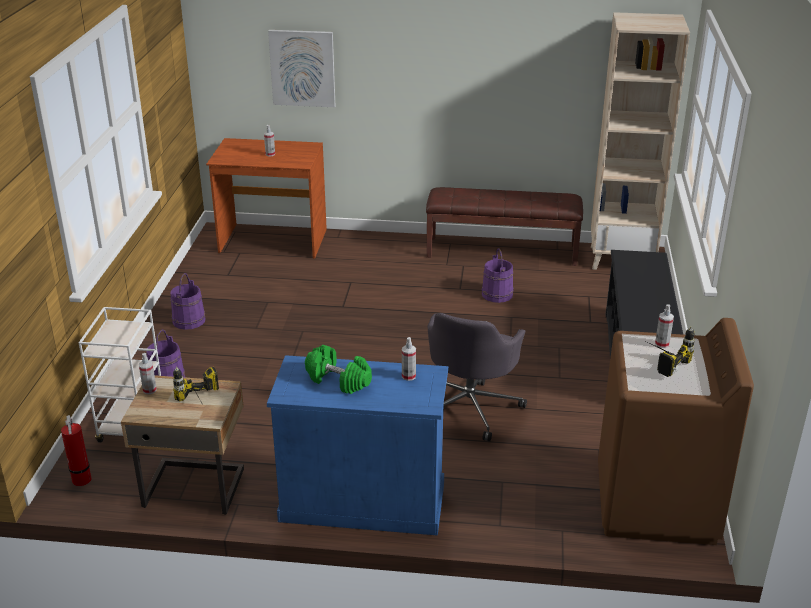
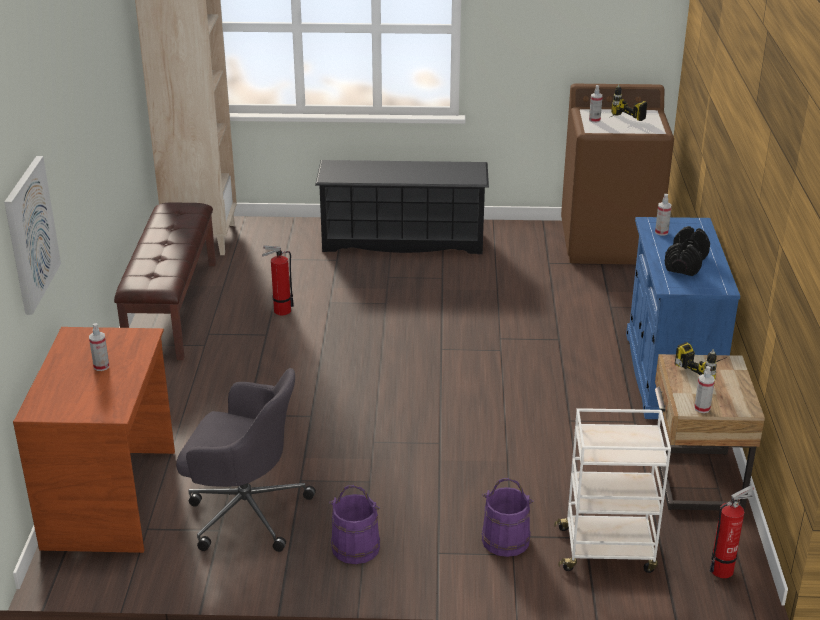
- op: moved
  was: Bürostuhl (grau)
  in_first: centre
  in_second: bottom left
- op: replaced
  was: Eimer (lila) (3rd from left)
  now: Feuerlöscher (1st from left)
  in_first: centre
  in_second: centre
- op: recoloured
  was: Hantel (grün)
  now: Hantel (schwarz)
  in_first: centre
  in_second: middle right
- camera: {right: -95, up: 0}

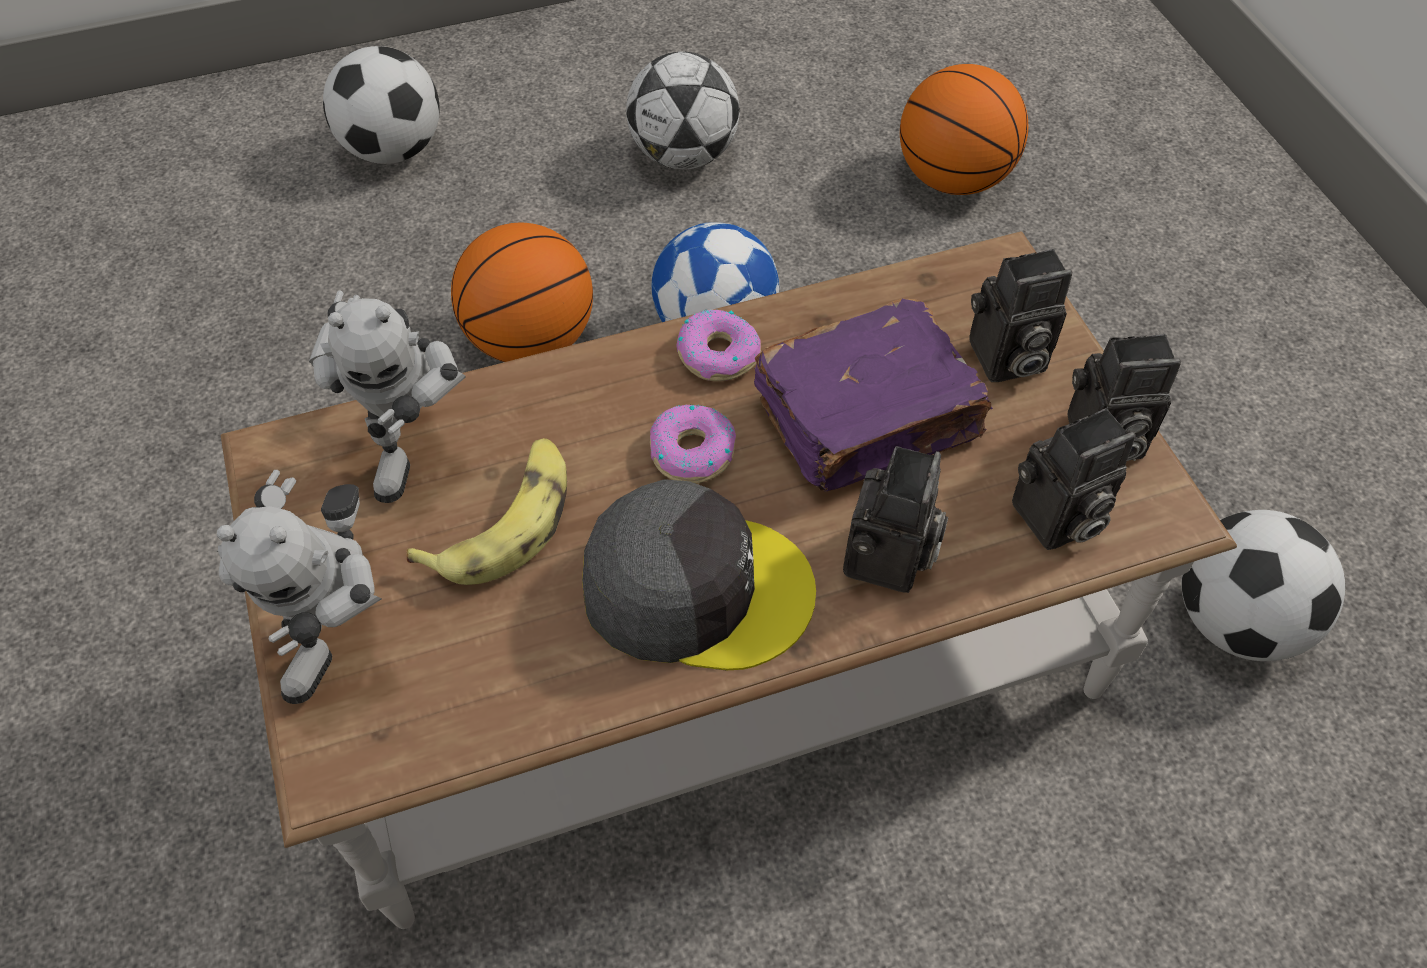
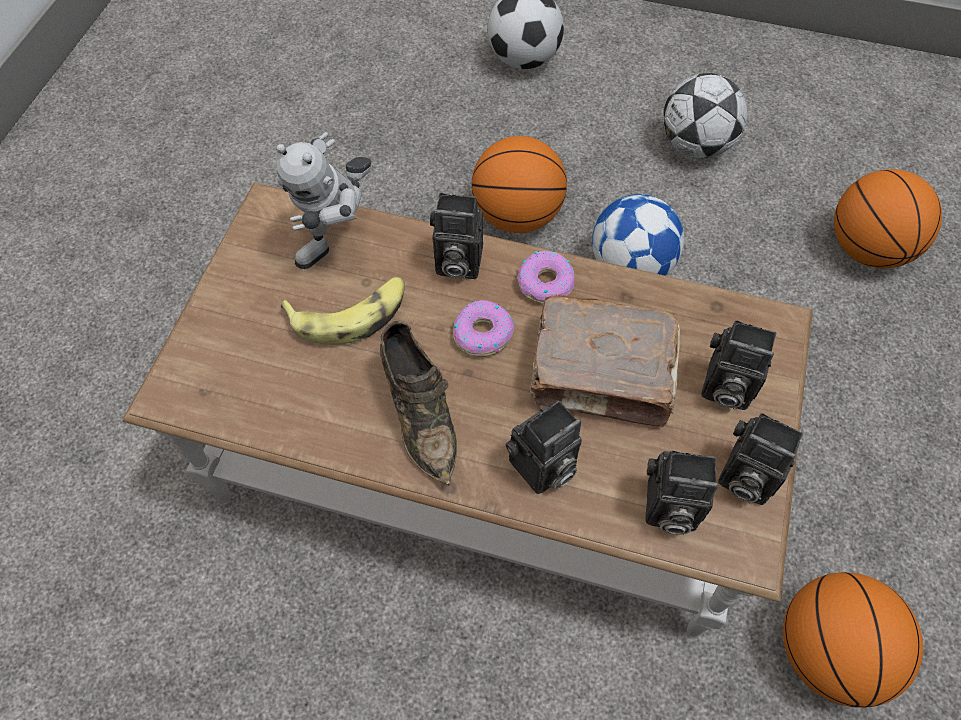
- op: replaced
  was: Kappe (grau)
  now: Schuh (braun)
  in_first: centre
  in_second: centre
- op: added
  now: Kamera (1st from left)
  in_second: top centre
- op: recoloured
  was: Buch (lila)
  now: Buch (braun)
  in_first: centre
  in_second: centre
- op: replaced
  was: Fußball (4th from left)
  now: Basketball (2nd from left)
  in_first: middle right
  in_second: bottom right
- op: removed
  was: Spielzeugroboter (1st from left)
  in_first: middle left
- camera: {right: 35, up: 5}

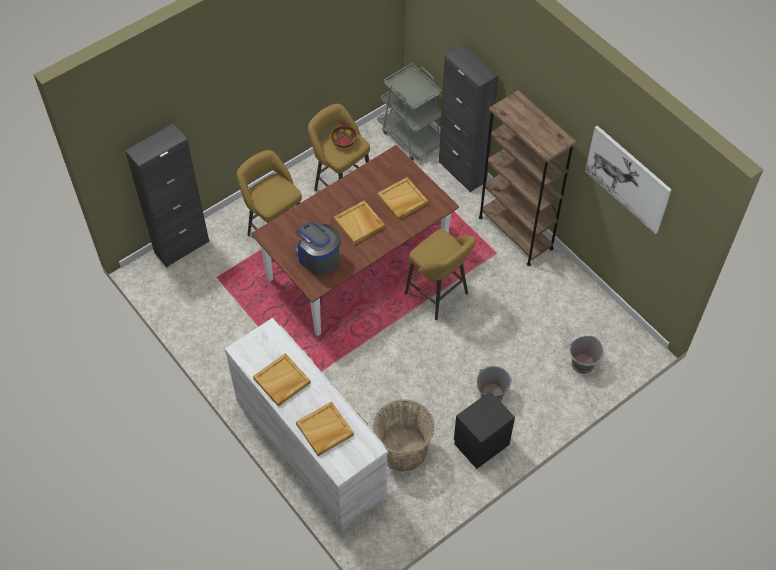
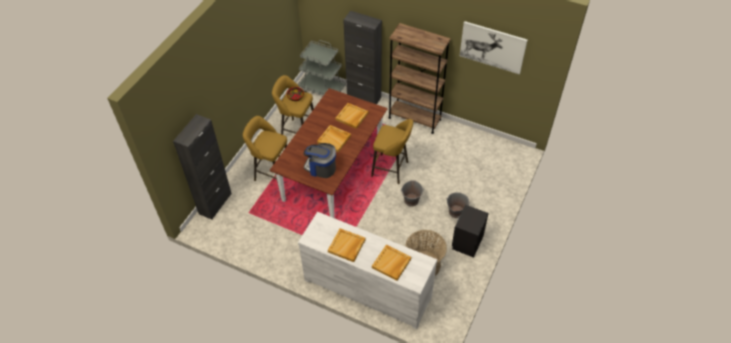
- op: moved
  was: Eimer (grau) (2nd from left in the first image)
  now: Eimer (grau) (1st from left)
  in_first: middle right
  in_second: centre
- camera: {right: -25, up: -5}

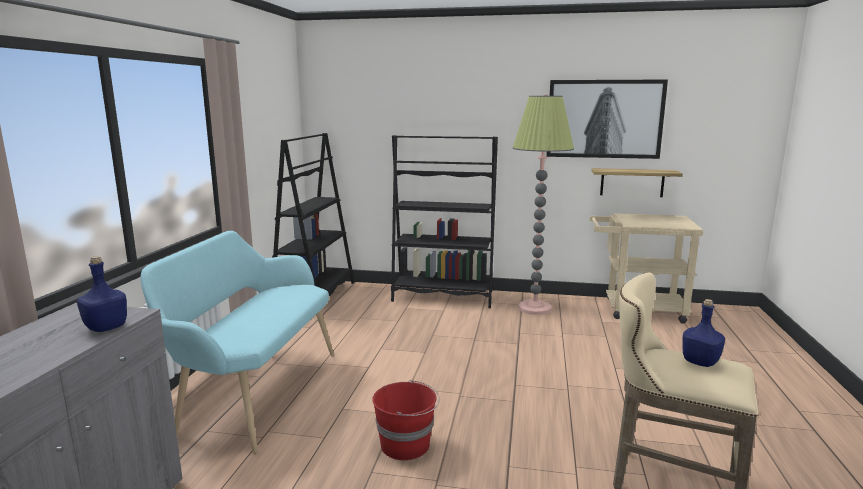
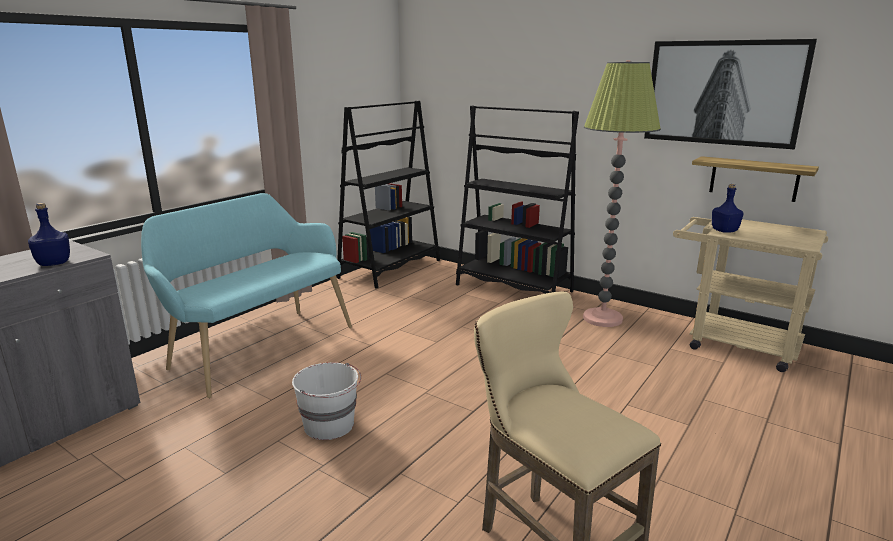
- op: recoloured
  was: Eimer (rot)
  now: Eimer (weiß)
  in_first: bottom centre
  in_second: bottom centre
- op: moved
  was: Flasche (blau) (2nd from left)
  in_first: bottom right
  in_second: middle right
- camera: {right: 25, up: 5}

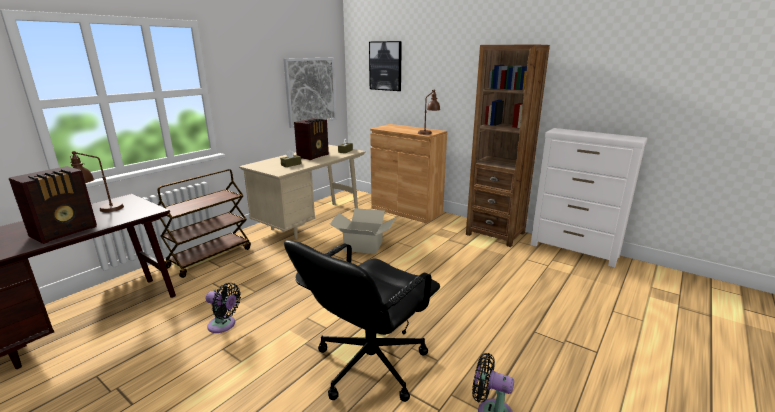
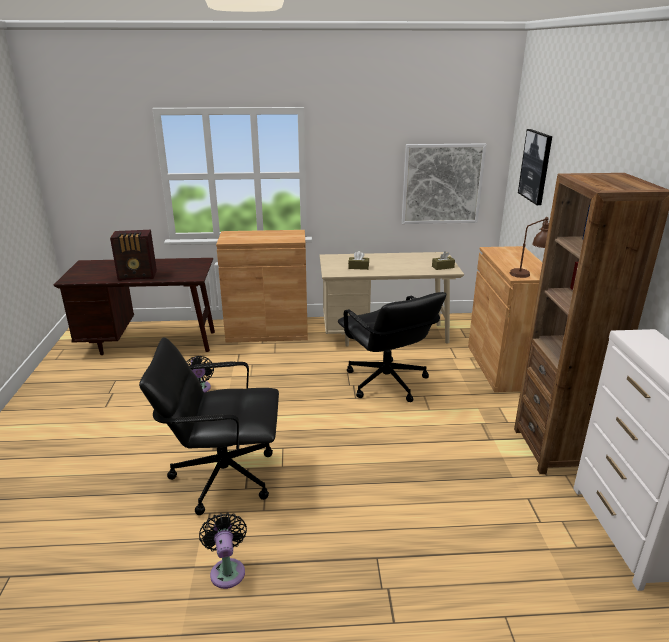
- op: replaced
  was: Rollwagen (braun)
  now: Schrank (braun) (1st from left)
  in_first: middle left
  in_second: centre
- op: replaced
  was: Karton
  now: Bürostuhl (schwarz) (2nd from left)
  in_first: centre
  in_second: centre
- op: removed
  was: Tischlampe (braun) (1st from left)
  in_first: middle left
- op: removed
  was: Radio (2nd from left)
  in_first: centre
- camera: {right: 50, up: 5}

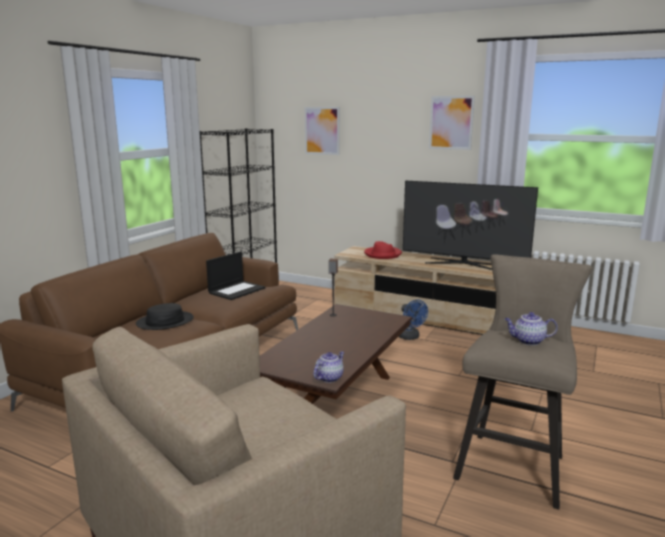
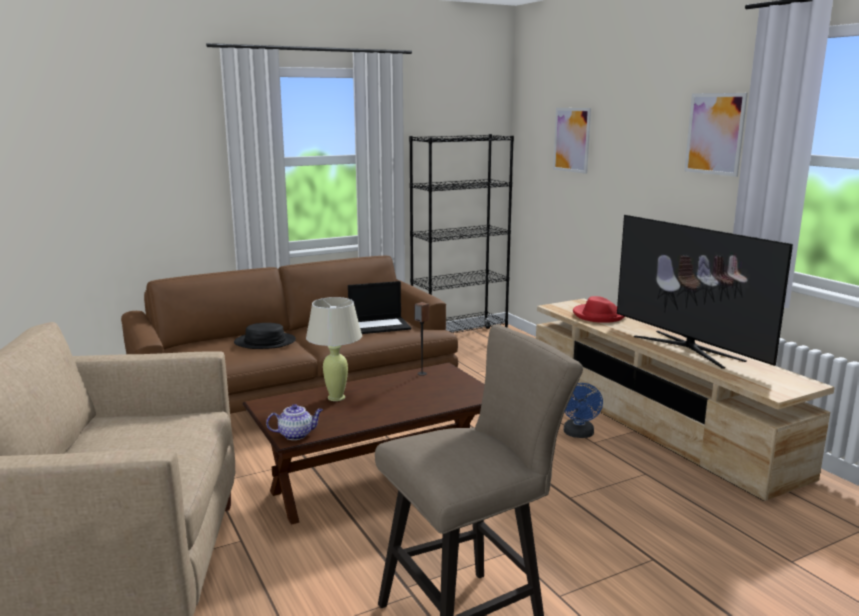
- op: added
  now: Tischlampe (beige)
  in_second: centre
- op: removed
  was: Teekanne (2nd from left)
  in_first: middle right
- camera: {right: 35, up: 0}

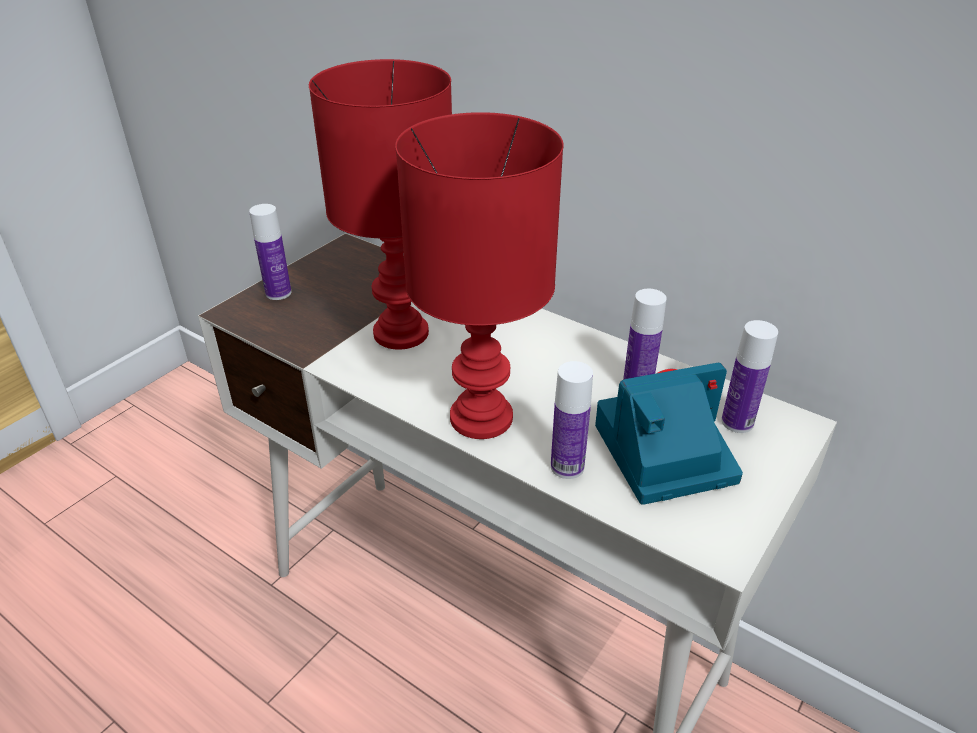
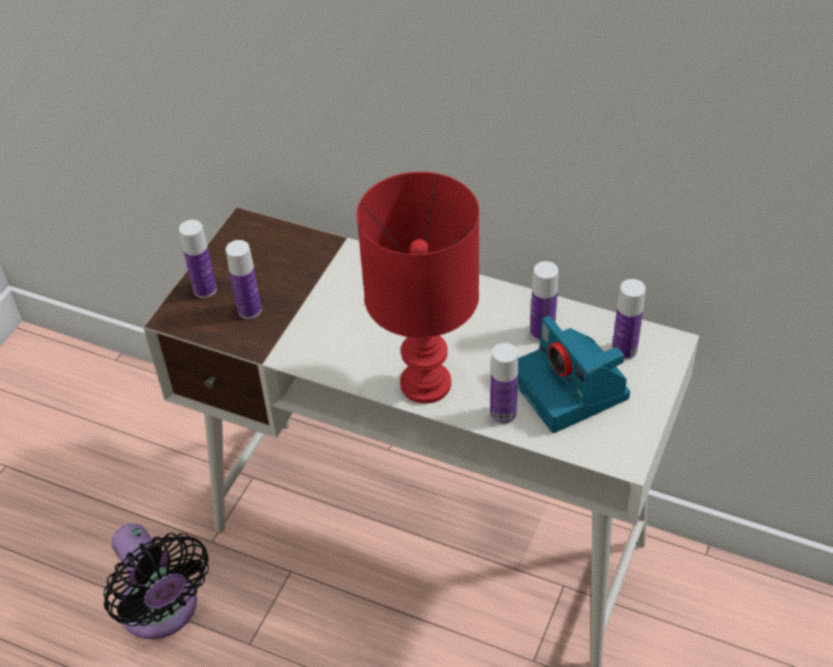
- op: added
  now: Ventilator (schwarz)
  in_second: bottom left
- op: added
  now: Flasche (2nd from left)
  in_second: middle left
- op: turned
  was: Kamera
  in_first: middle right
  in_second: middle right
  clockwise: -90
- op: removed
  was: Tischlampe (rot) (1st from left)
  in_first: top centre
- camera: {right: -10, up: 10}

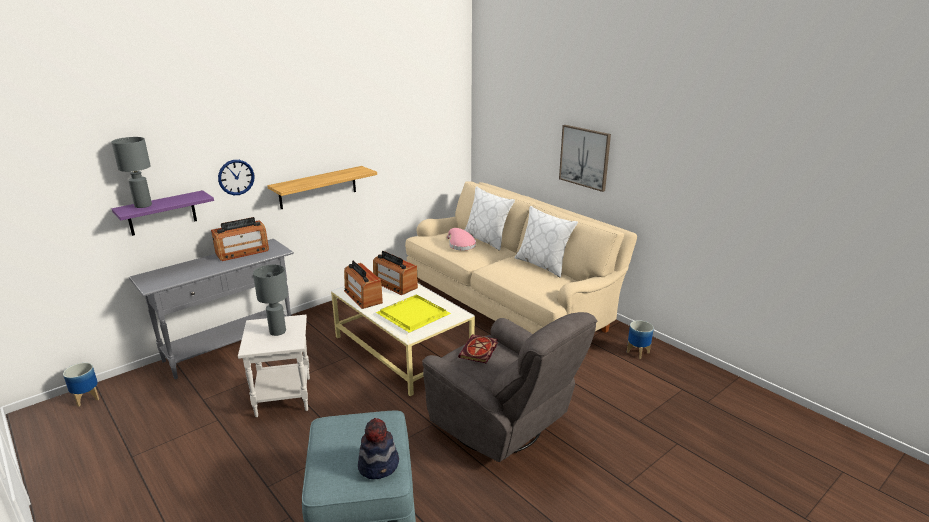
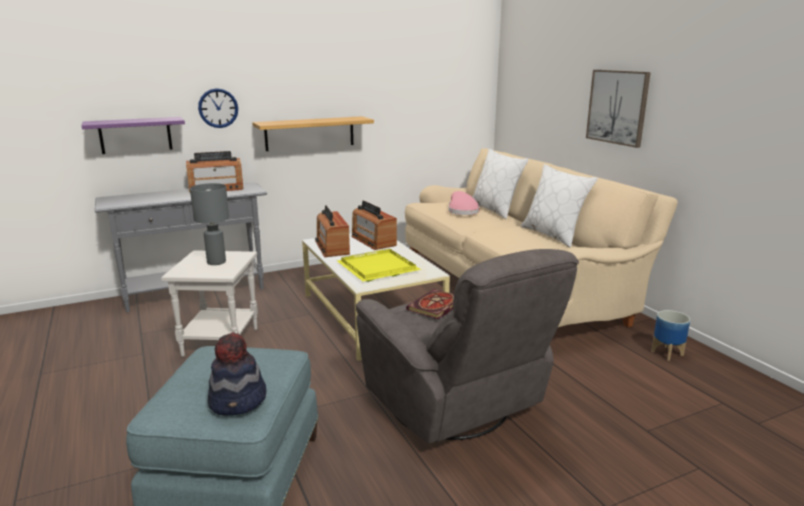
- op: removed
  was: Pflanzkübel (1st from left)
  in_first: bottom left
- op: removed
  was: Tischlampe (grau) (1st from left)
  in_first: top left
- camera: {right: 15, up: -5}

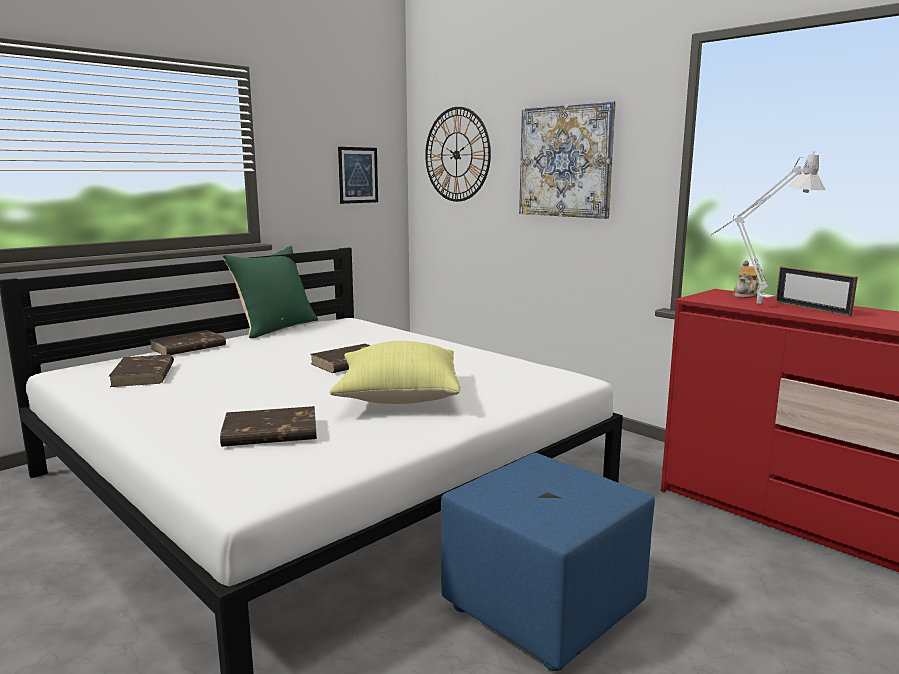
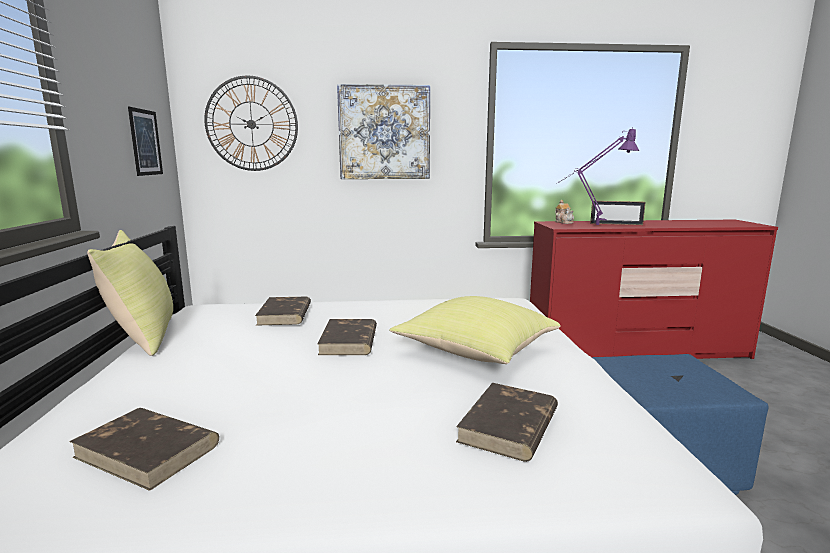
- op: recoloured
  was: Kissen (grün)
  now: Kissen (gelb) (1st from left)
  in_first: middle left
  in_second: middle left
- op: moved
  was: Buch (braun) (2nd from left)
  in_first: middle left
  in_second: centre
- op: recoloured
  was: Tischlampe (grau)
  now: Tischlampe (lila)
  in_first: middle right
  in_second: top right
- camera: {right: -50, up: 0}

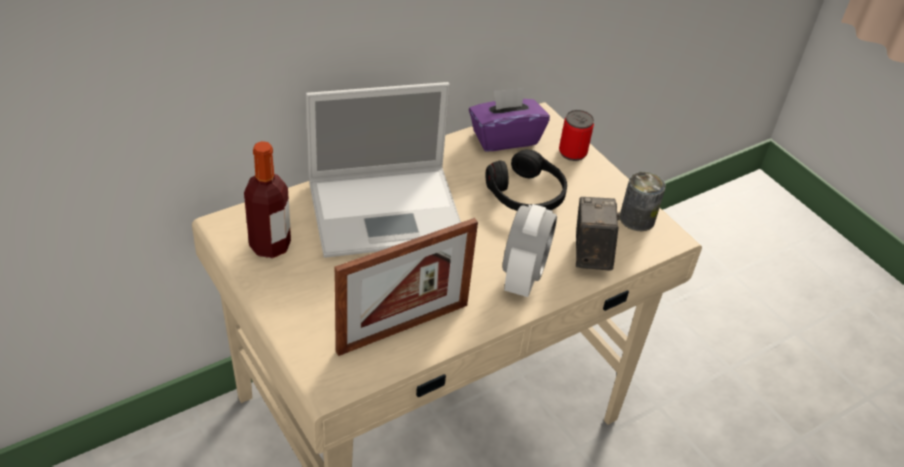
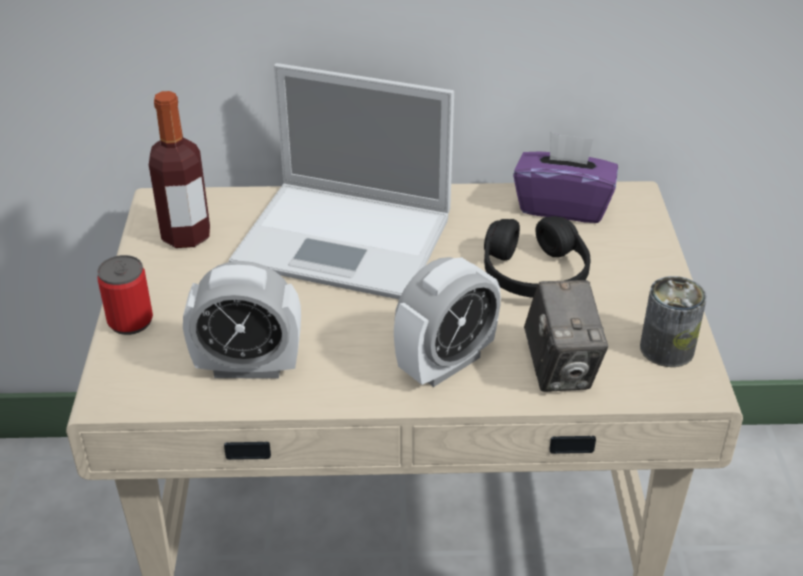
- op: moved
  was: Dose (1st from left)
  in_first: top centre
  in_second: middle left
- op: replaced
  was: Bilderrahmen
  now: Wecker (1st from left)
  in_first: centre
  in_second: middle left
- op: turned
  was: Kamera
  in_first: centre
  in_second: middle right
  clockwise: 135
- camera: {right: 35, up: -5}

